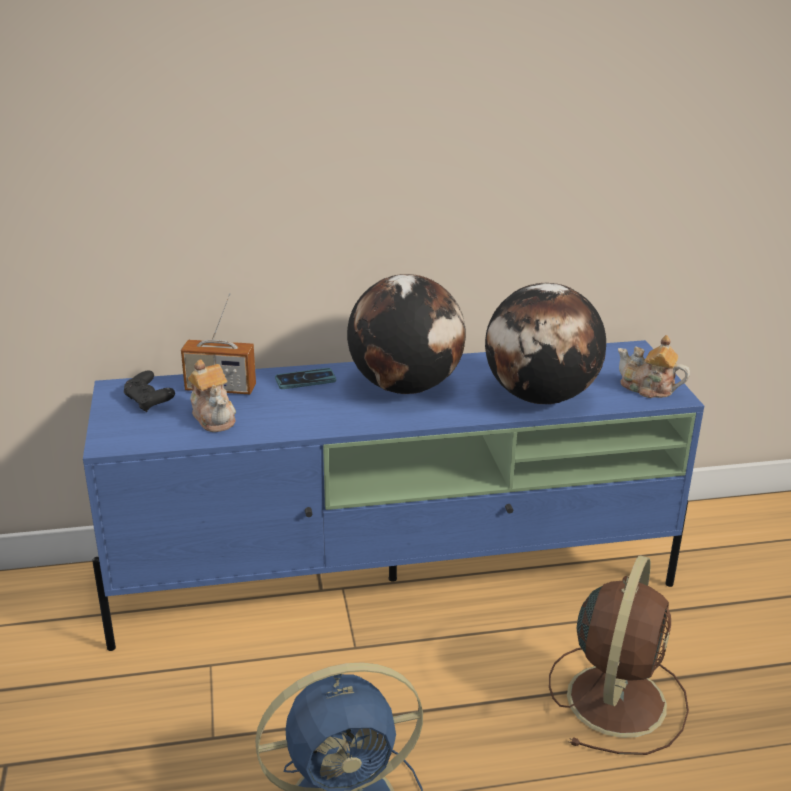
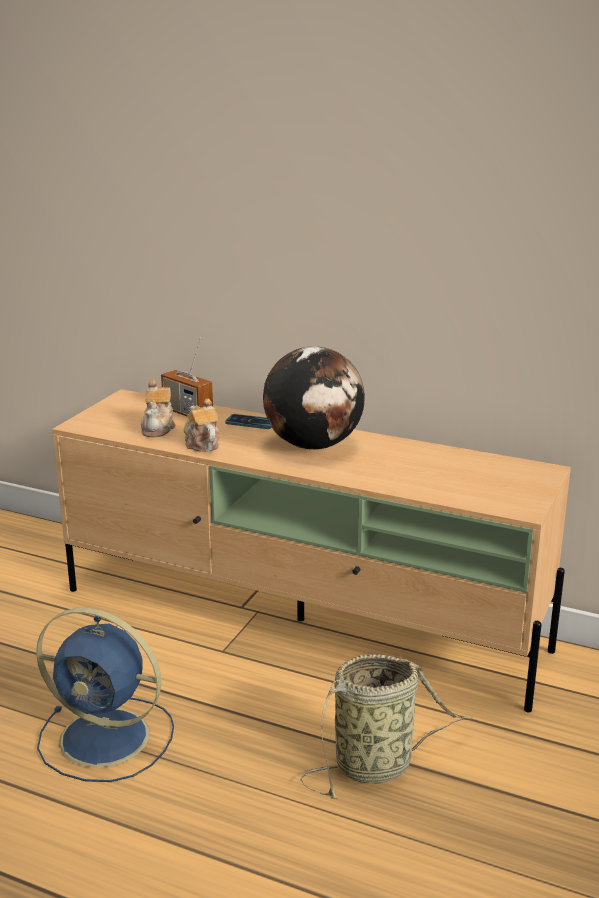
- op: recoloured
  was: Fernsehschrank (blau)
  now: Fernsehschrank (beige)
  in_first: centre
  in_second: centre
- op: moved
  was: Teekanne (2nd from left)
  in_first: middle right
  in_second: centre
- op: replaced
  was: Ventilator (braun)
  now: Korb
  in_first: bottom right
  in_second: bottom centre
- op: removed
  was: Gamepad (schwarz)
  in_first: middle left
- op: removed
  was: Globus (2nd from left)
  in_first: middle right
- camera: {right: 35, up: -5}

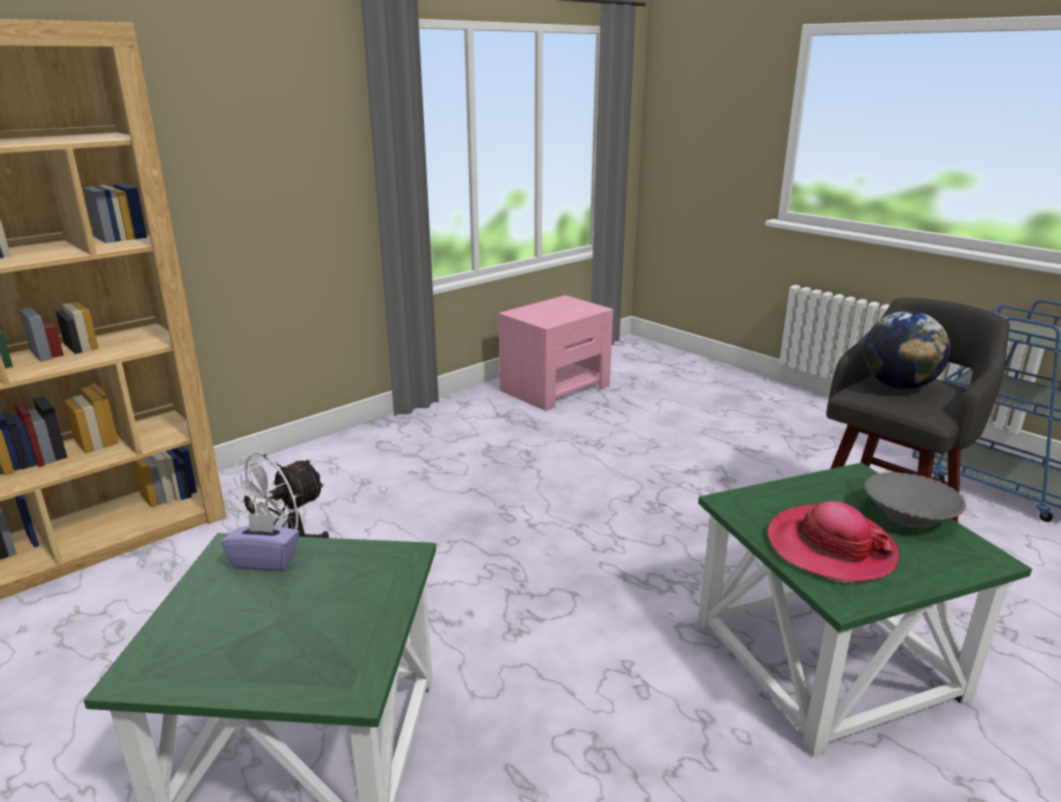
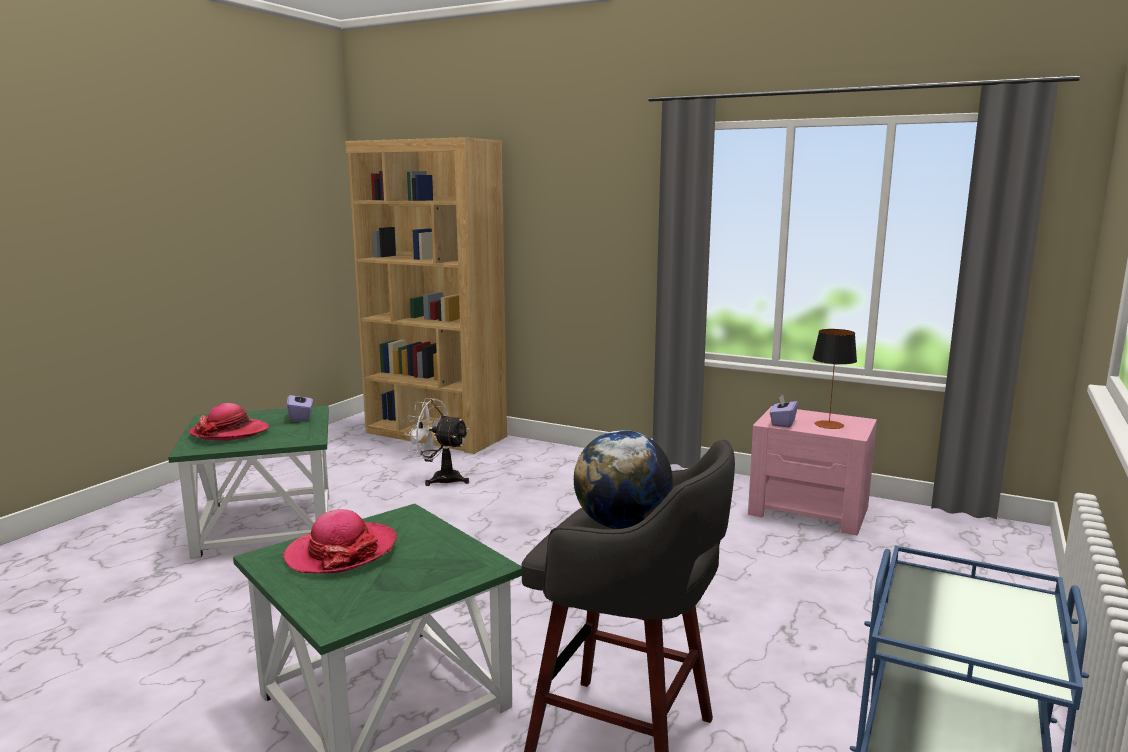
- op: added
  now: Hut (1st from left)
  in_second: middle left
- op: added
  now: Taschentuchbox (lila) (2nd from left)
  in_second: middle right
- op: added
  now: Tischlampe
  in_second: middle right
- op: removed
  was: Schüssel (grau)
  in_first: middle right
- camera: {right: 70, up: -10}

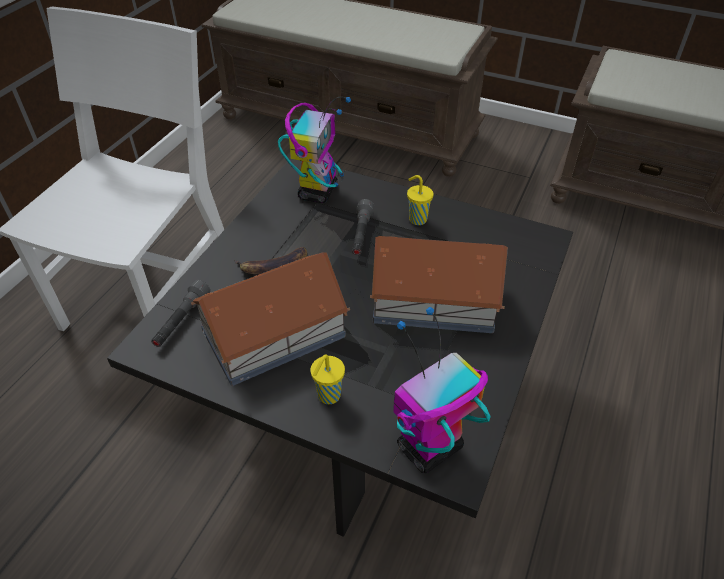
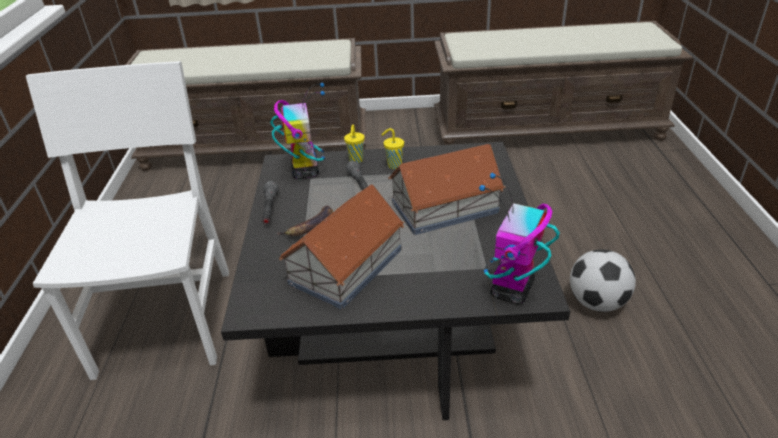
- op: moved
  was: Taschenlampe (grau) (1st from left)
  in_first: middle left
  in_second: centre
- op: moved
  was: Tasse (gelb) (1st from left)
  in_first: centre
  in_second: top centre
- op: added
  now: Fußball
  in_second: middle right
- camera: {right: -25, up: -10}

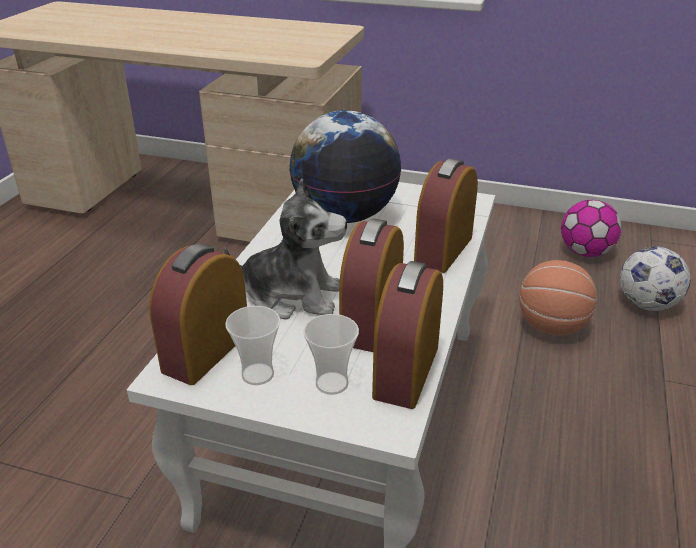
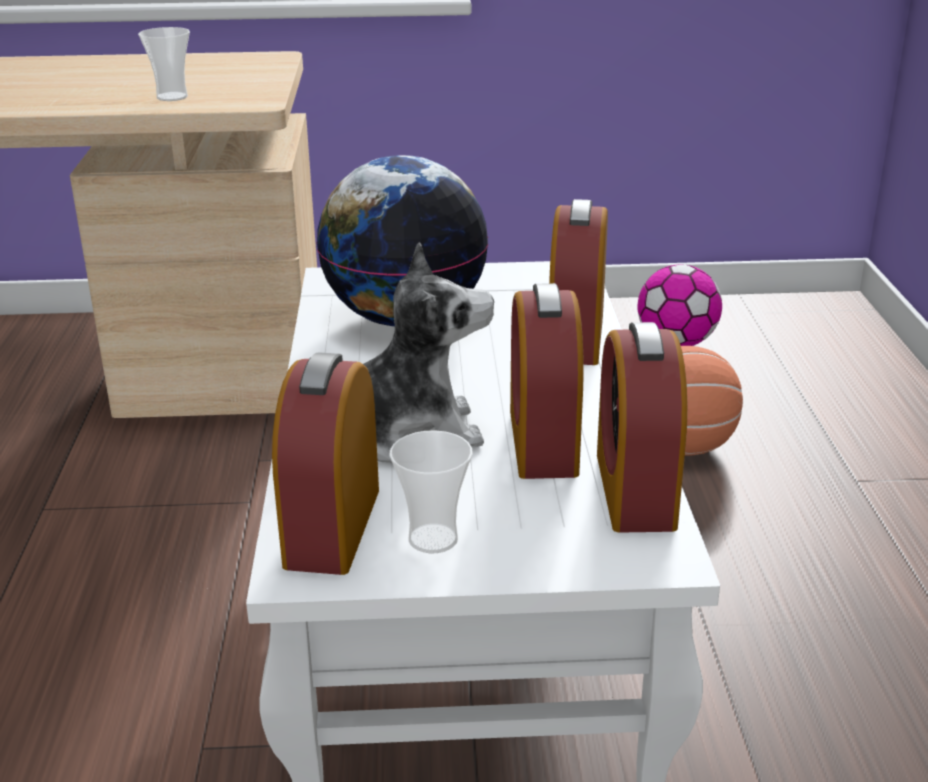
- op: moved
  was: Tasse (2nd from left in the first image)
  now: Tasse (1st from left)
  in_first: centre
  in_second: top left
- op: removed
  was: Fußball (2nd from left)
  in_first: middle right
- camera: {right: -20, up: -5}

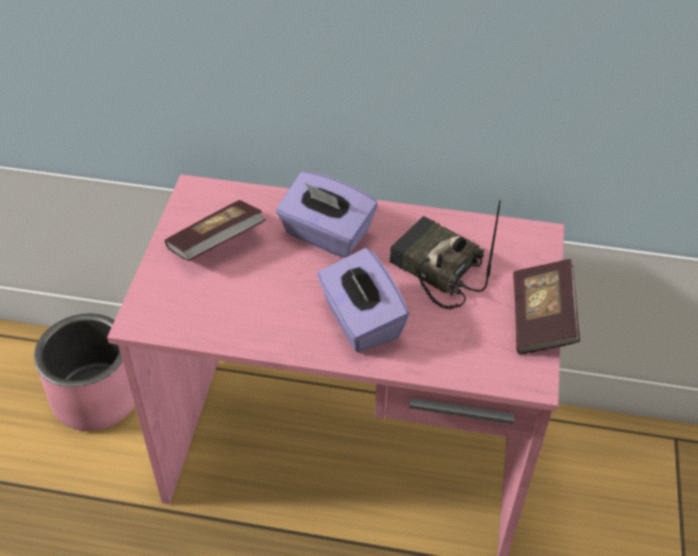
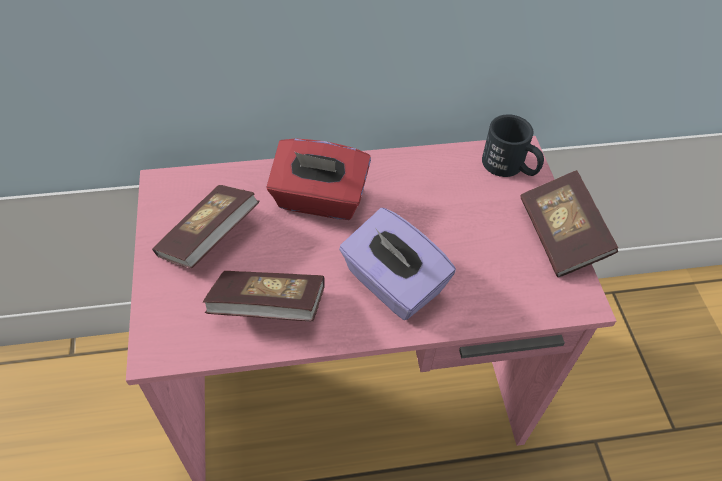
- op: added
  now: Buch (2nd from left)
  in_second: centre
- op: recoloured
  was: Taschentuchbox (lila) (1st from left)
  now: Taschentuchbox (rot)
  in_first: centre
  in_second: centre
- op: added
  now: Henkelbecher (schwarz)
  in_second: top right
- op: removed
  was: Pflanzkübel (rosa)
  in_first: bottom left
- op: removed
  was: Radio
  in_first: centre
- camera: {right: -20, up: 5}

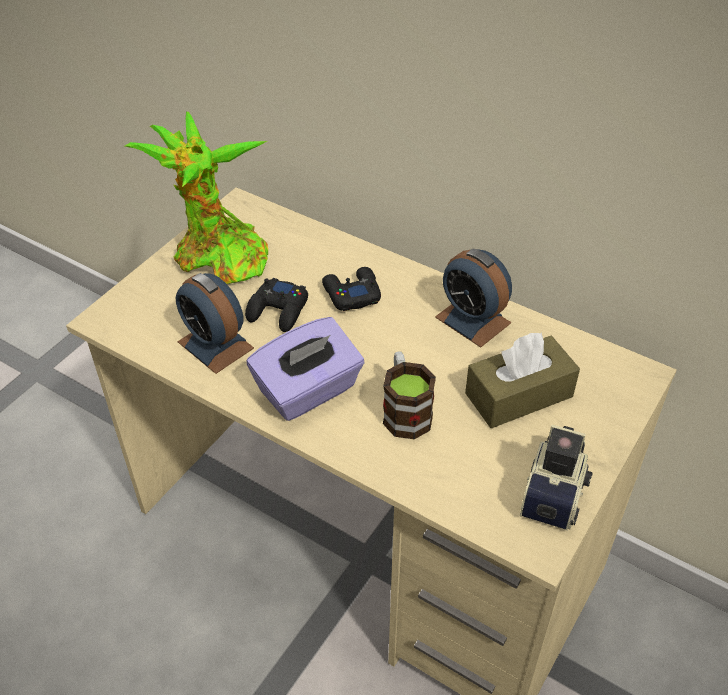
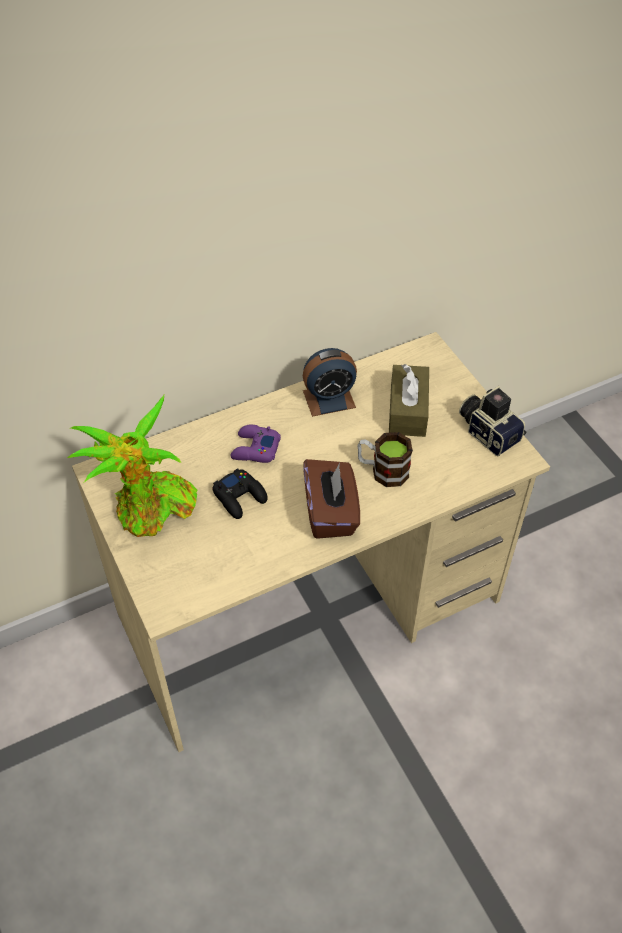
- op: recoloured
  was: Gamepad (schwarz) (2nd from left)
  now: Gamepad (lila)
  in_first: centre
  in_second: centre
- op: recoloured
  was: Taschentuchbox (lila)
  now: Taschentuchbox (braun) (1st from left)
  in_first: centre
  in_second: centre
- op: removed
  was: Wecker (1st from left)
  in_first: middle left
- camera: {right: -60, up: 5}

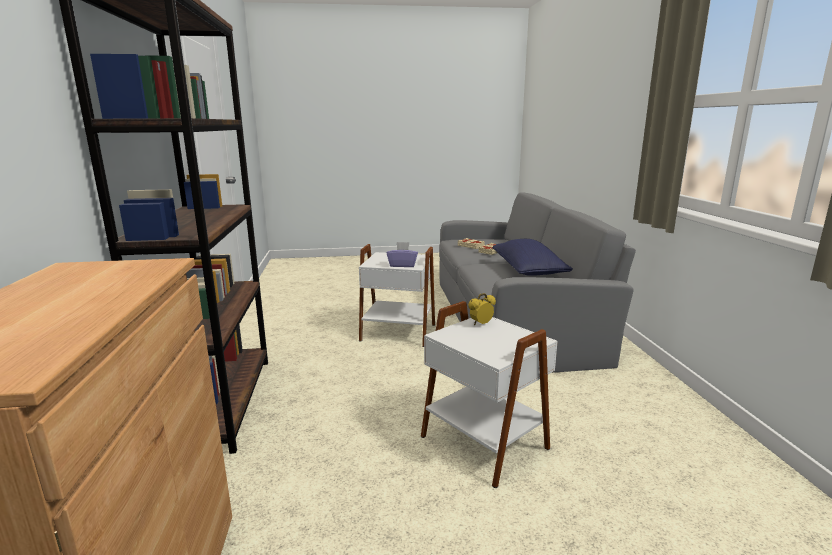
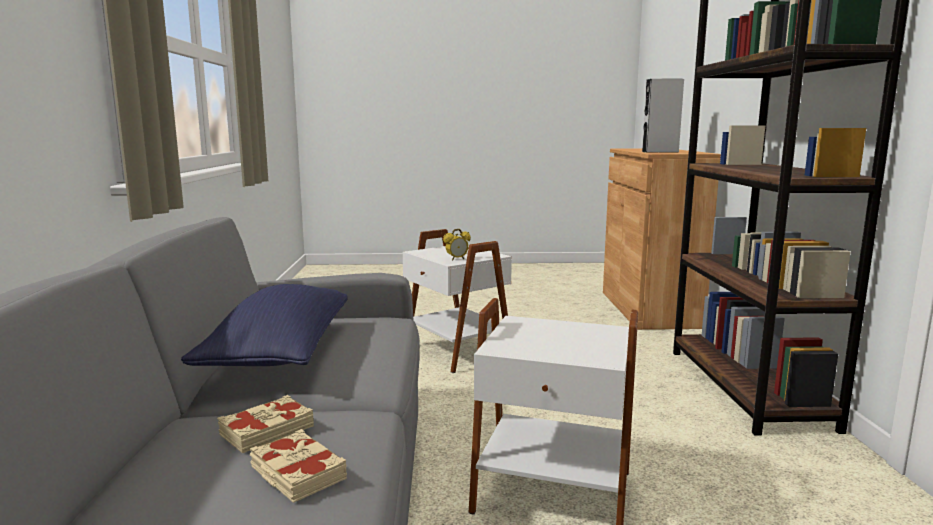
- op: added
  now: Lautsprecher (grau)
  in_second: top right
- op: removed
  was: Taschentuchbox (lila)
  in_first: centre
- camera: {right: -175, up: -5}

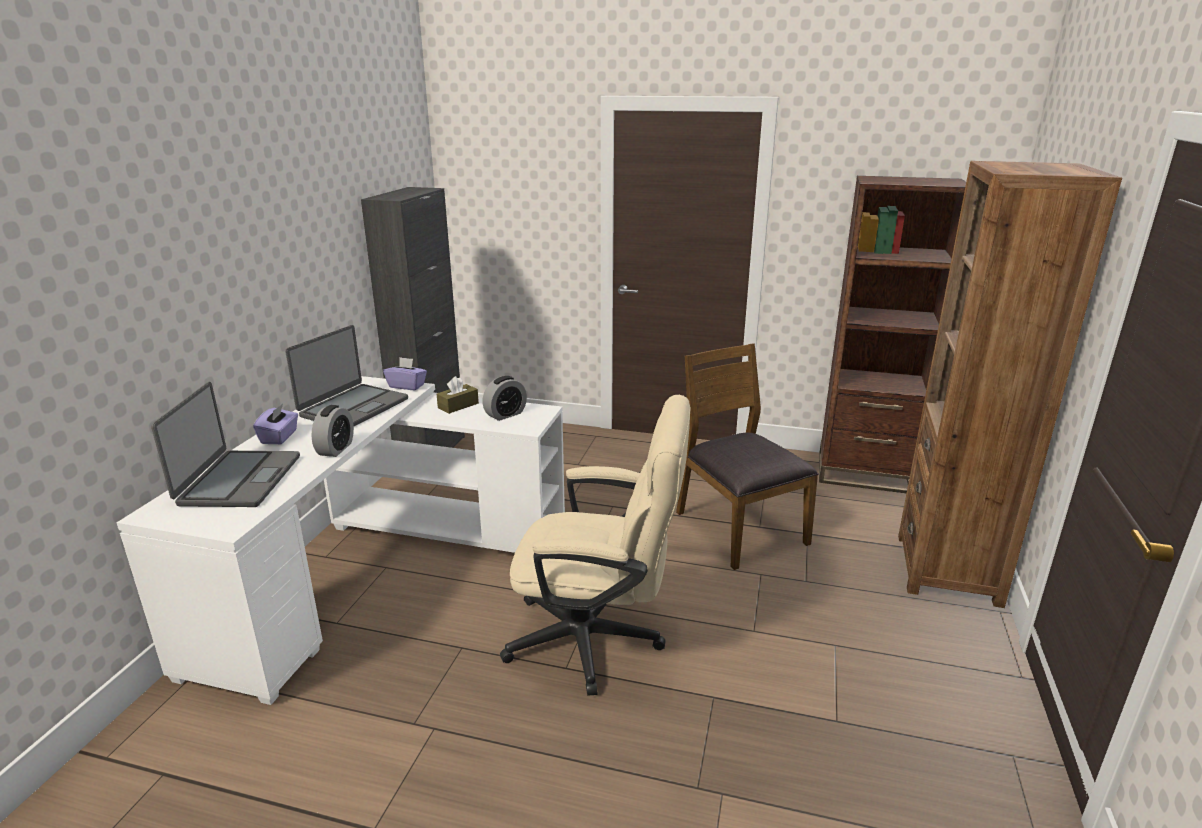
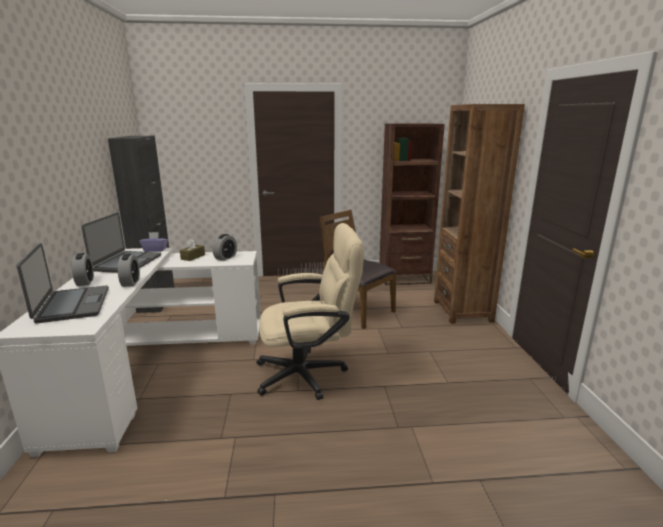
- op: replaced
  was: Taschentuchbox (lila) (1st from left)
  now: Wecker (1st from left)
  in_first: middle left
  in_second: middle left
- camera: {right: -20, up: -5}

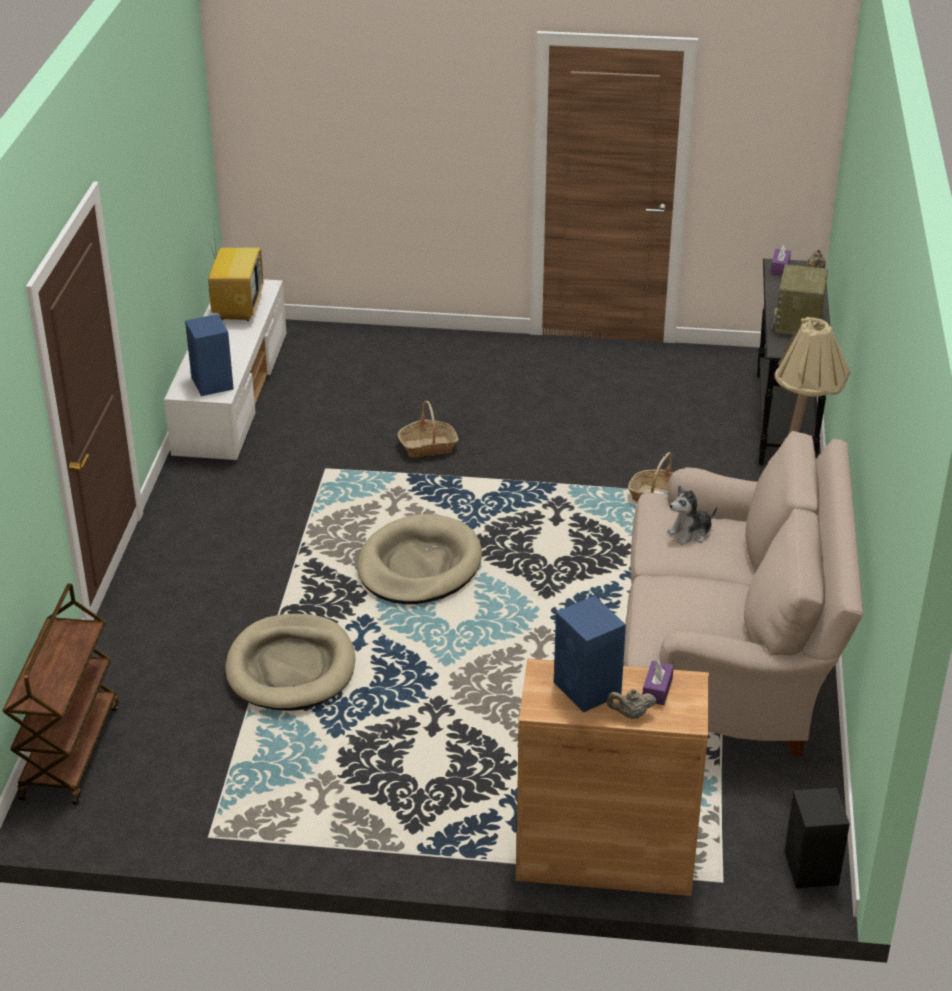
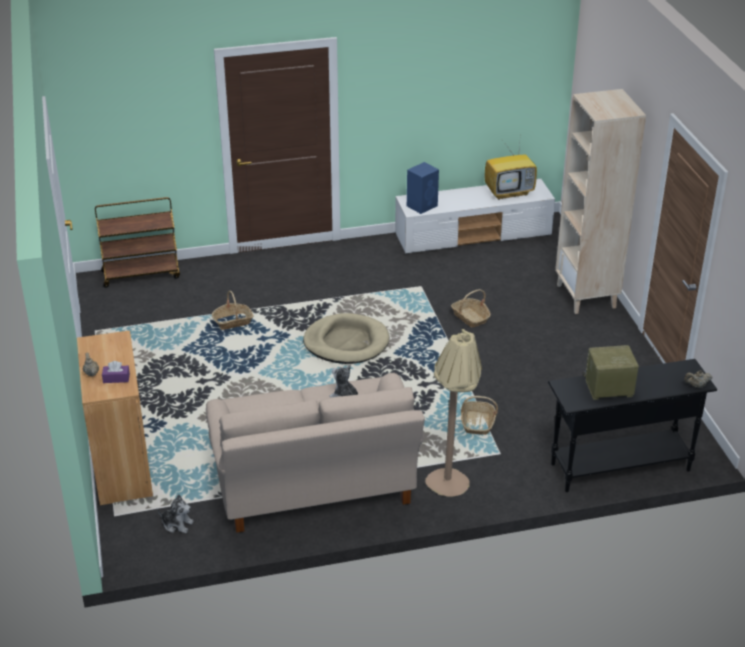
- op: added
  now: Plüschtier (1st from left)
  in_second: bottom left
- op: replaced
  was: Hundebett (beige) (1st from left)
  now: Korb (1st from left)
  in_first: bottom left
  in_second: middle left
- op: added
  now: Bücherregal (beige)
  in_second: top right
- op: removed
  was: Lautsprecher (blau) (2nd from left)
  in_first: centre
- op: removed
  was: Taschentuchbox (lila) (2nd from left)
  in_first: top right
- op: removed
  was: Lautsprecher (schwarz)
  in_first: bottom right
- camera: {right: 70, up: 0}

